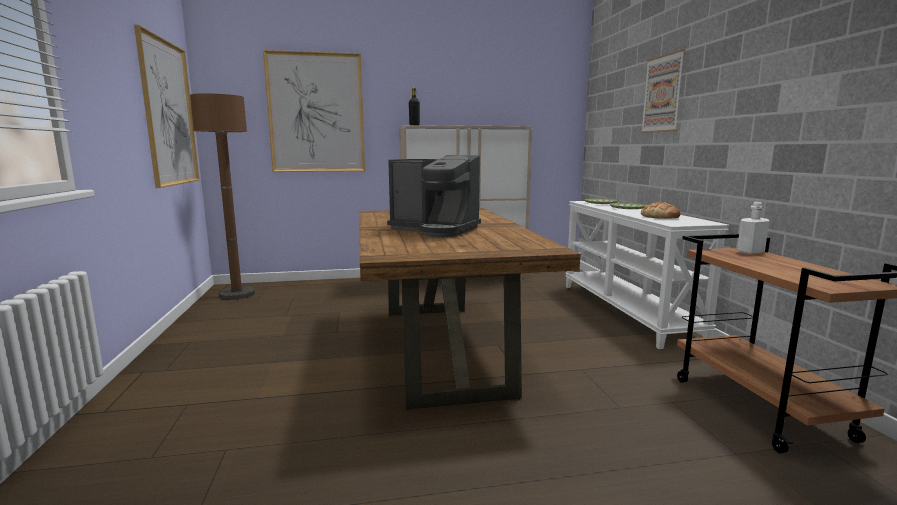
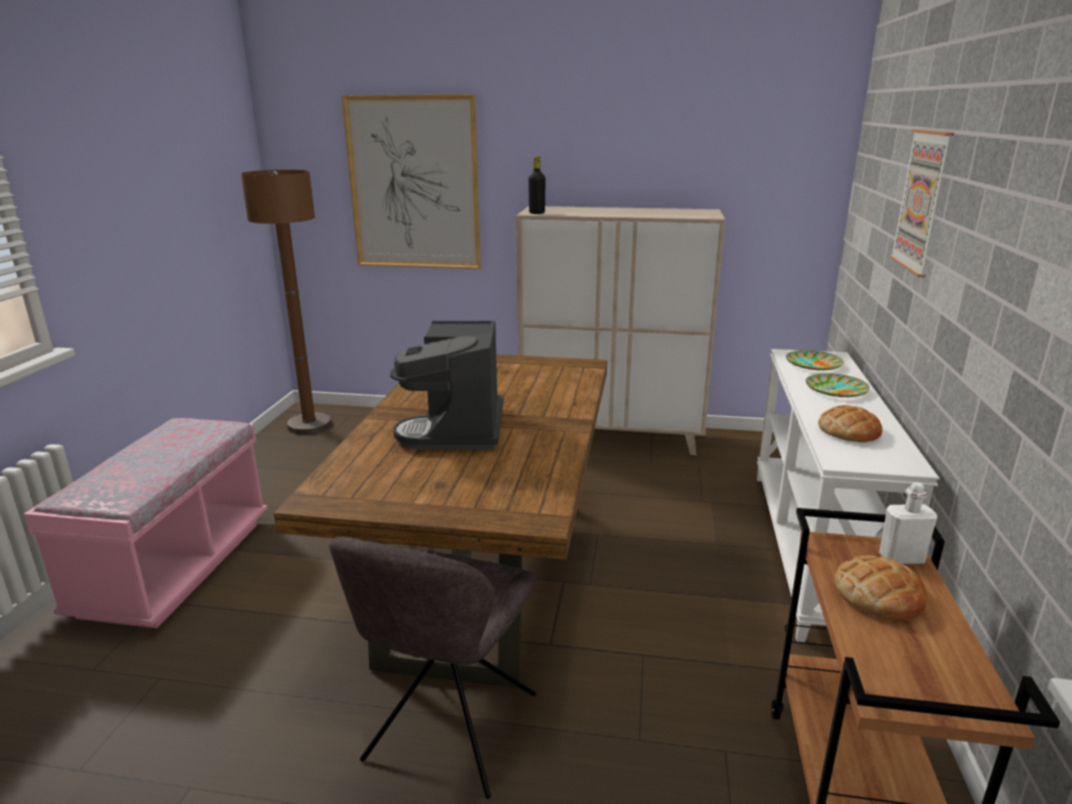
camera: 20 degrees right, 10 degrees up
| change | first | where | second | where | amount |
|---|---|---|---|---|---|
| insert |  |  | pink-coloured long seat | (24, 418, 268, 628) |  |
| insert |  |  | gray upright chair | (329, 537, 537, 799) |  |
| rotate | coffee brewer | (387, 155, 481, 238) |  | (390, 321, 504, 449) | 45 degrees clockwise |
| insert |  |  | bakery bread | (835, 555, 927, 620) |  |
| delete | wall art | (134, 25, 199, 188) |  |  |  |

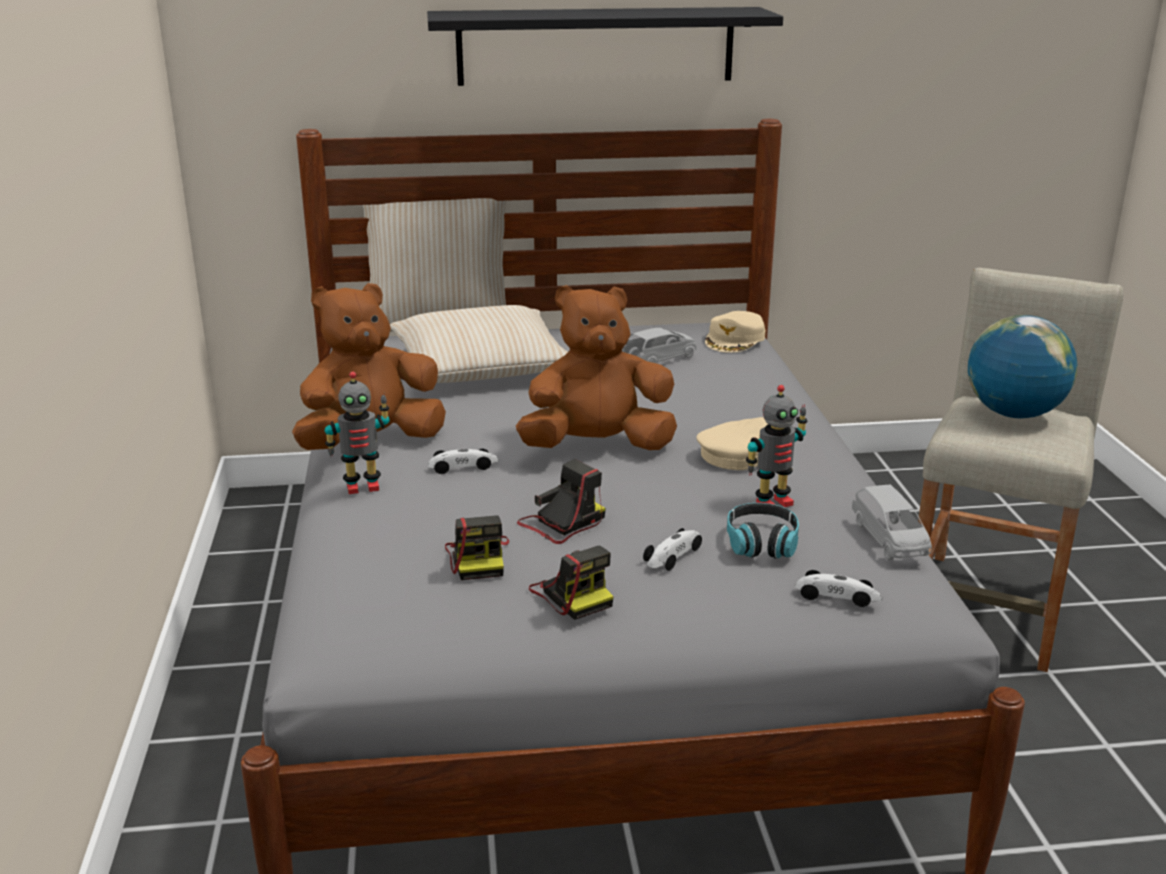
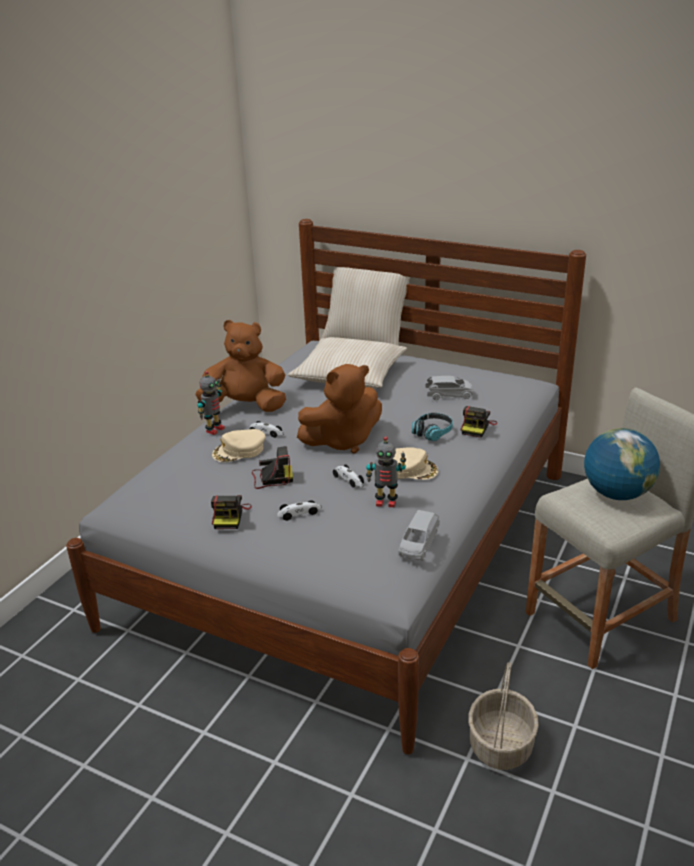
camera: 35 degrees right, 5 degrees up
| change | first | where | second | where | amount |
|---|---|---|---|---|---|
| rotate | model robot | (325, 372, 390, 494) |  | (198, 371, 225, 435) | 75 degrees counterclockwise |
| move | beige peaked cap | (705, 311, 765, 353) |  | (212, 429, 265, 462) |  |
| rotate | brown cuddly toy | (516, 285, 677, 450) |  | (297, 364, 382, 453) | 135 degrees clockwise |
| move | toy car | (795, 570, 882, 607) |  | (333, 464, 364, 488) |  |
| move | headset | (727, 503, 799, 559) |  | (412, 413, 453, 441) |  |
| move | photo camera | (445, 515, 509, 580) |  | (460, 406, 497, 438) |  |
| insert |  |  | household basket | (469, 662, 539, 770) |  |
| delete | blackish bracket shelf | (427, 7, 783, 86) |  |  |  |

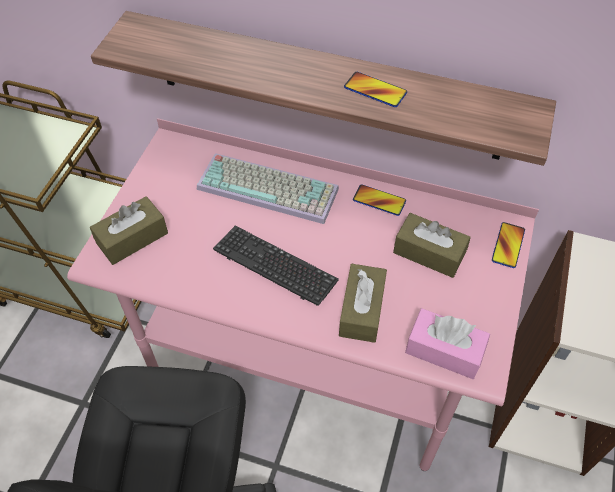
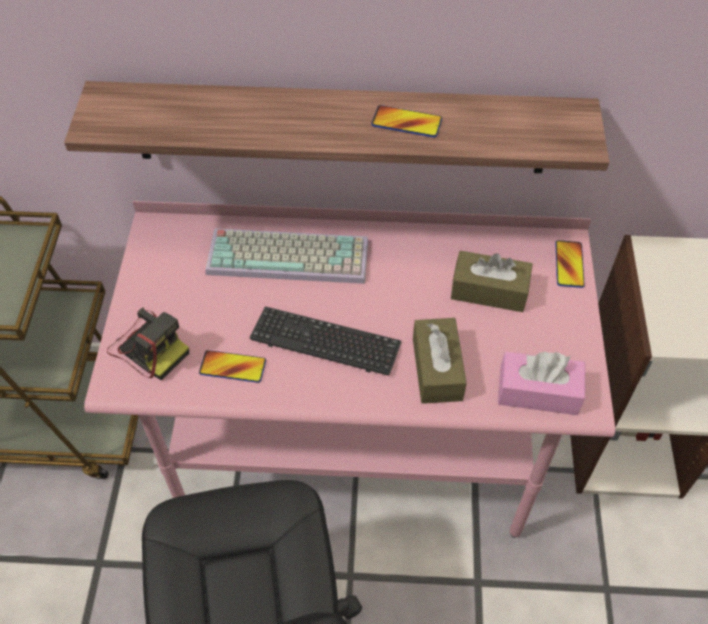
camera: 15 degrees left, 0 degrees up
| change | first | where | second | where | amount |
|---|---|---|---|---|---|
| replace | brown tissue holder | (90, 196, 168, 265) | photo camera | (107, 307, 189, 381) |  |
| move | phone | (353, 184, 406, 216) |  | (199, 350, 266, 383) |  |

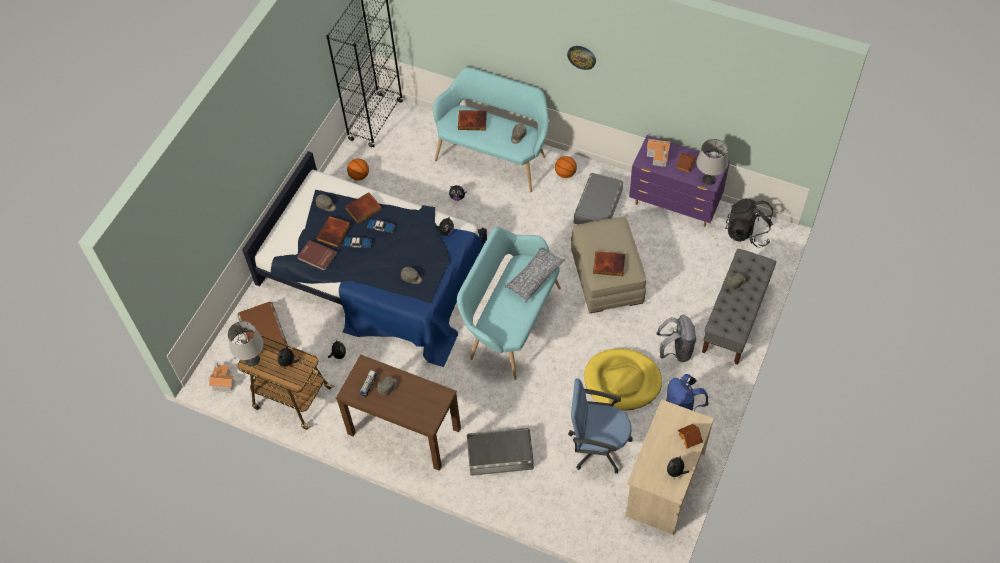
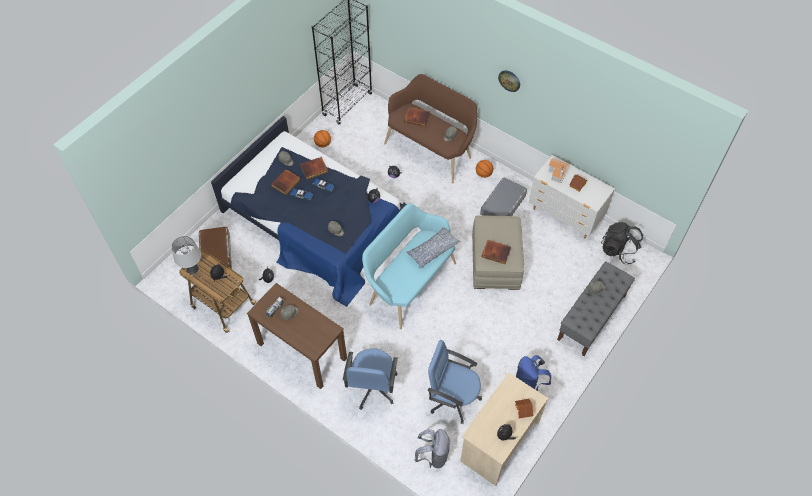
camera: 10 degrees right, 0 degrees up
| change | first | where | second | where | amount |
|---|---|---|---|---|---|
| replace | gray storage box | (467, 428, 534, 476) | blue office chair | (343, 348, 398, 410) |  |
| recolor | turquoise-coloured long seat | (433, 67, 548, 193) | brown long seat | (384, 74, 477, 183) |  |
| move | gray rucksack | (656, 315, 696, 362) |  | (415, 429, 450, 468) |  |
| recolor | purple dresser | (629, 135, 730, 227) | white dresser | (529, 155, 615, 239) |  |
| delete | miniature house | (209, 361, 236, 392) |  |  |  |
| delete | reddish book | (297, 240, 337, 271) |  |  |  |
| delete | yellow pet bed | (584, 348, 662, 410) |  |  |  |
| delete | gray table lamp | (697, 139, 728, 185) |  |  |  |

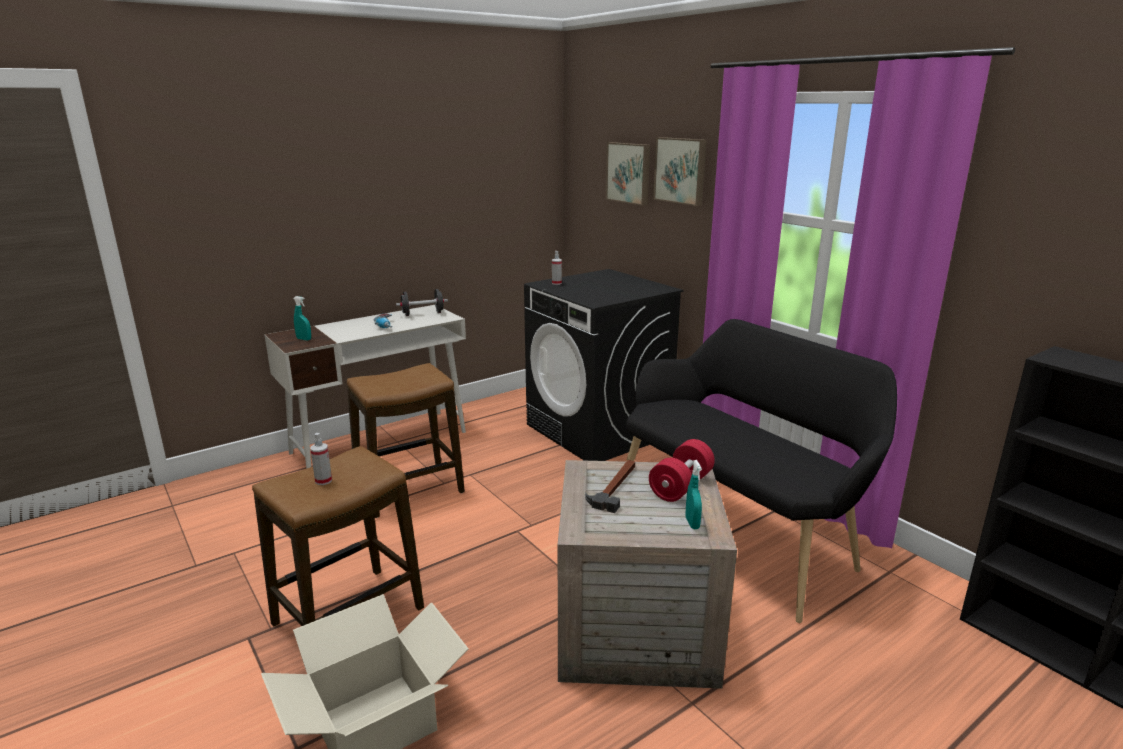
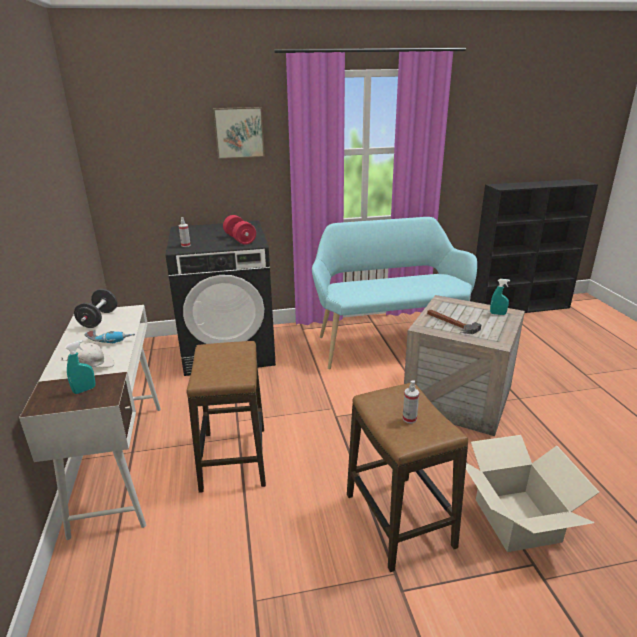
camera: 65 degrees left, 5 degrees up
| change | first | where | second | where | amount |
|---|---|---|---|---|---|
| insert |  |  | white peaked cap | (61, 343, 114, 368) |  |
| move | reddish hand weight | (649, 439, 715, 502) |  | (223, 215, 256, 245) |  |
| recolor | blackish long seat | (626, 319, 897, 623) | turquoise-coloured long seat | (312, 217, 477, 369) |  |
| delete | wall art | (605, 142, 650, 206) |  |  |  |

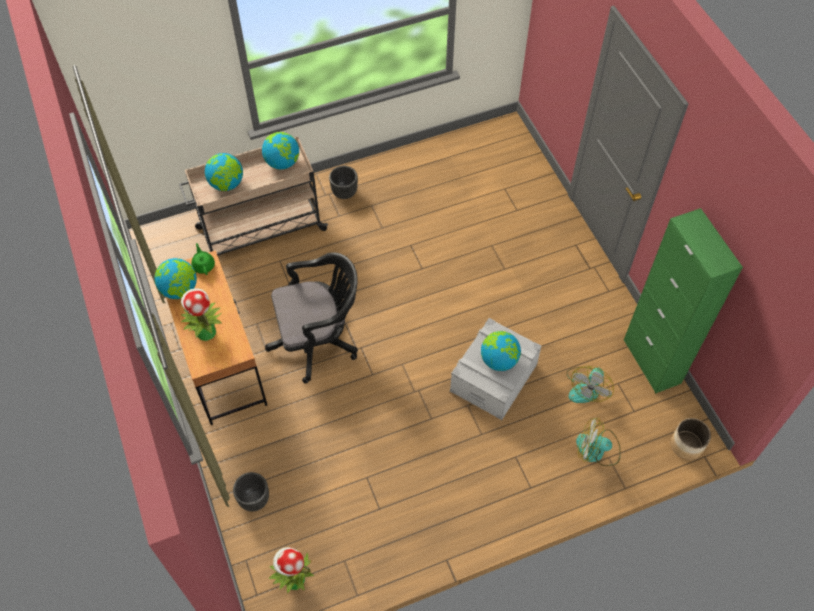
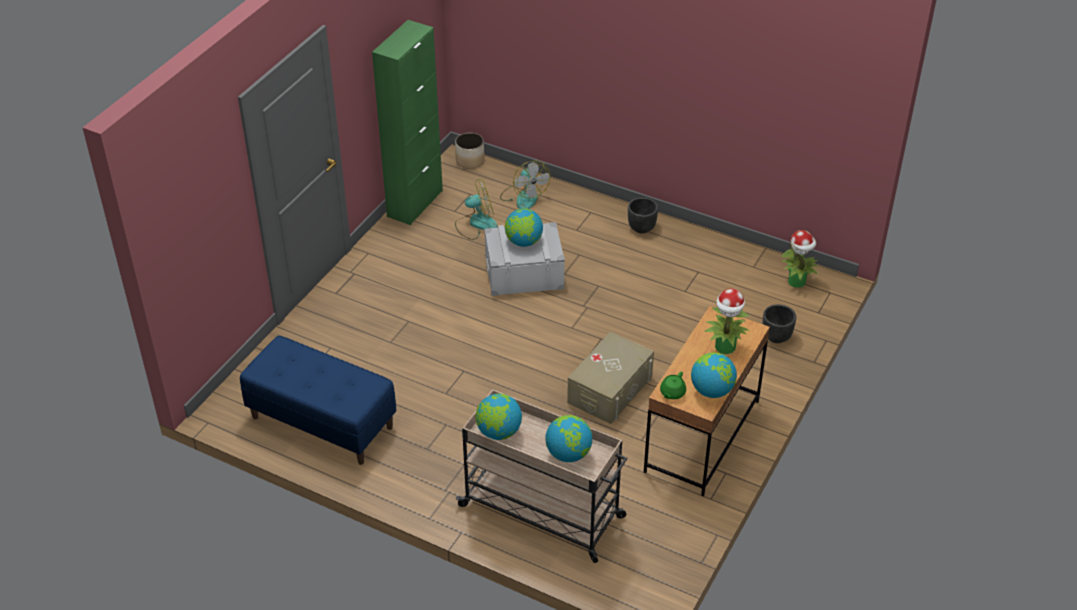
camera: 130 degrees left, 15 degrees down
| change | first | where | second | where | amount |
|---|---|---|---|---|---|
| insert |  |  | blue long seat | (240, 335, 396, 465) |  |
| replace | blackish office chair | (265, 252, 358, 383) | beige storage box | (567, 331, 654, 424) |  |
| move | blackish flower pot | (329, 166, 358, 199) |  | (628, 197, 658, 233) |  |

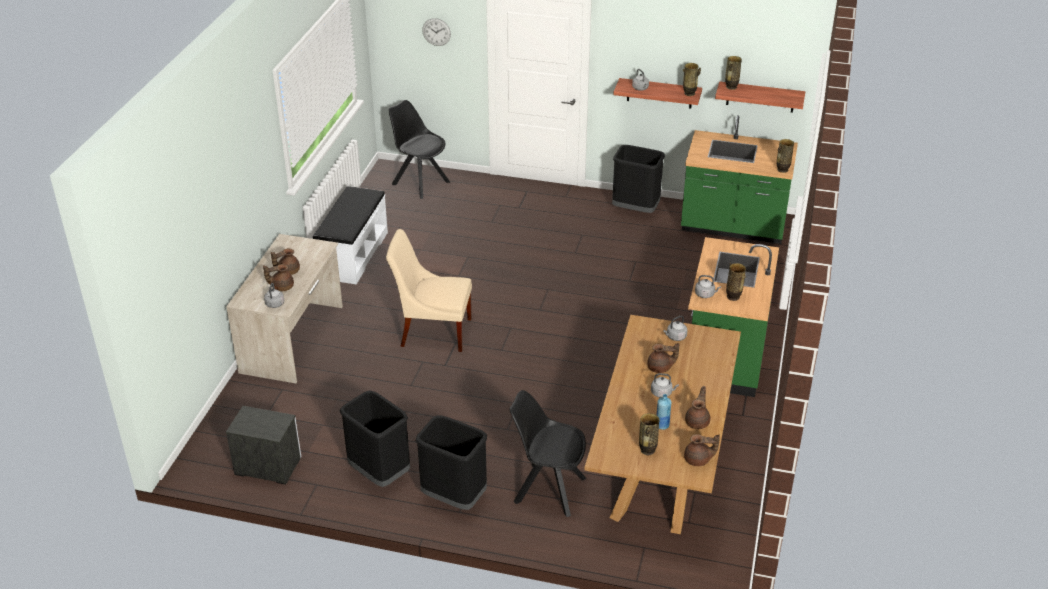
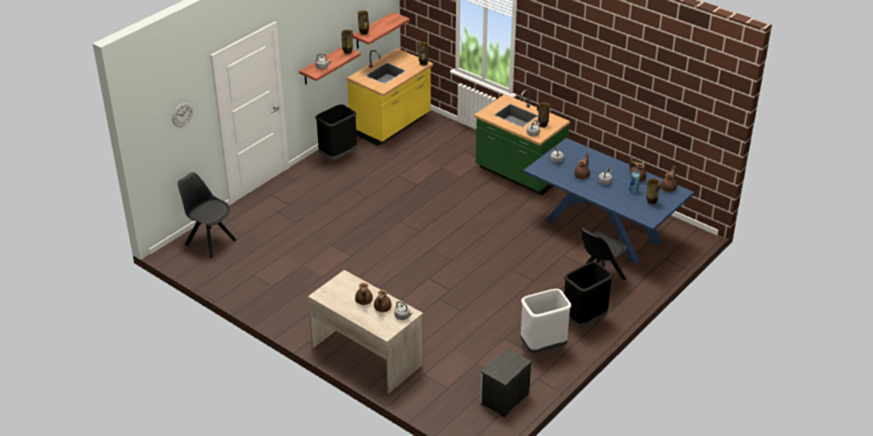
camera: 65 degrees left, 0 degrees up
| change | first | where | second | where | amount |
|---|---|---|---|---|---|
| rotate | blackish upright chair | (389, 100, 450, 199) |  | (178, 172, 236, 258) | 60 degrees clockwise |
| recolor | green-coloured kitchen base unit | (681, 115, 798, 244) | yellow kitchen base unit | (347, 48, 433, 146) |  |
| recolor | blackish trash can | (340, 390, 410, 487) | white trash can | (521, 289, 571, 354) |  |
| recolor | brown dinner table | (584, 315, 741, 534) | blue dinner table | (523, 138, 694, 264) |  |
| delete | white long seat | (313, 186, 388, 285) |  |  |  |
| delete | beige upright chair | (386, 229, 472, 352) |  |  |  |

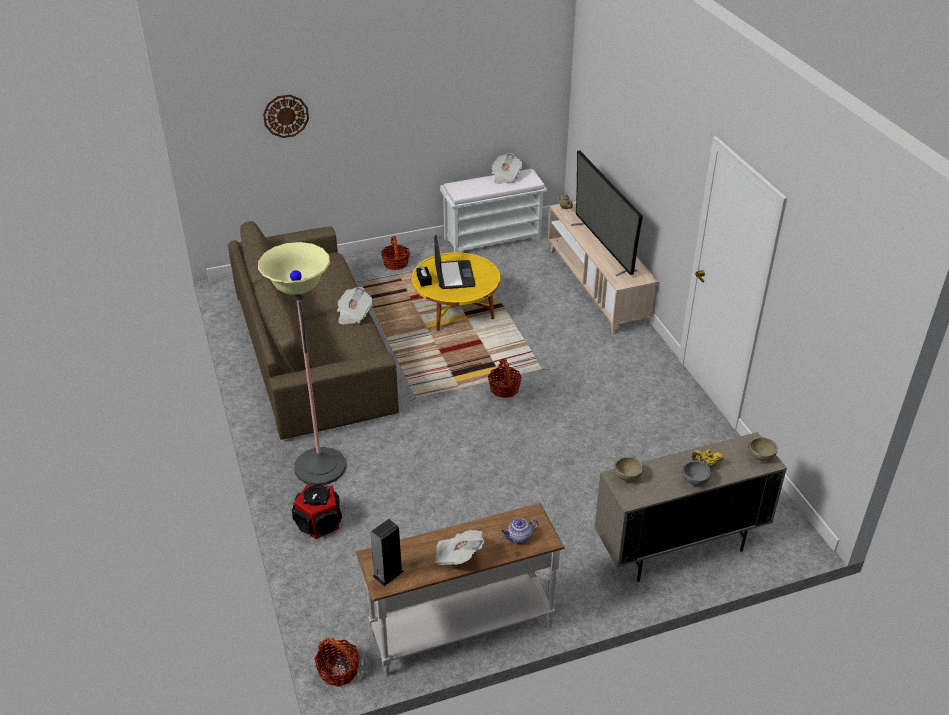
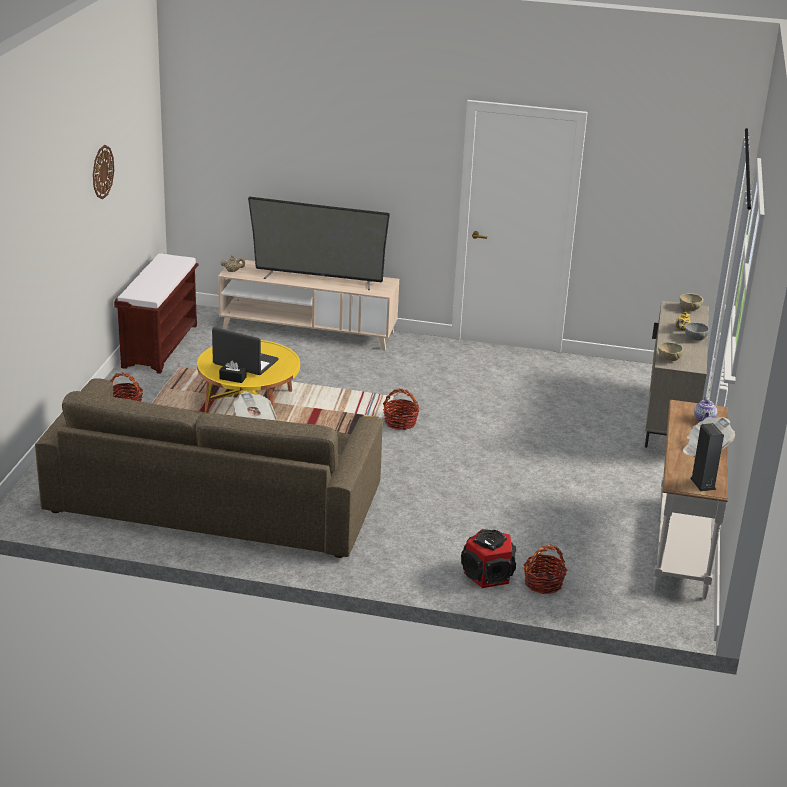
camera: 60 degrees left, 10 degrees down
| change | first | where | second | where | amount |
|---|---|---|---|---|---|
| move | hanging clock | (263, 95, 309, 138) |  | (93, 145, 114, 199) |  |
| recolor | white long seat | (440, 168, 548, 253) | brown long seat | (114, 253, 199, 374) |  |
| move | household basket | (314, 638, 360, 687) |  | (523, 544, 567, 594) |  |
| delete | standing lamp | (258, 242, 346, 485) |  |  |  |
| delete | printed paper | (491, 153, 523, 184) |  |  |  |

